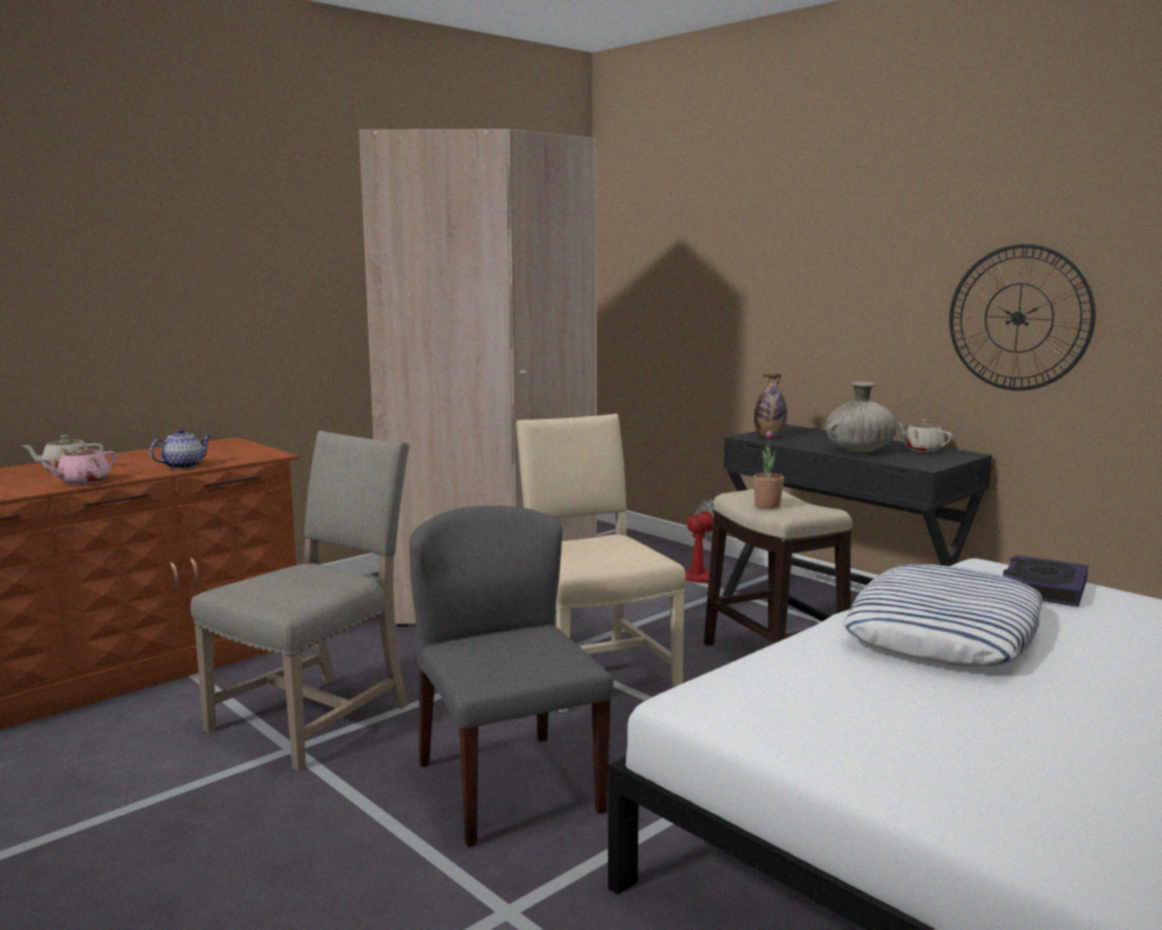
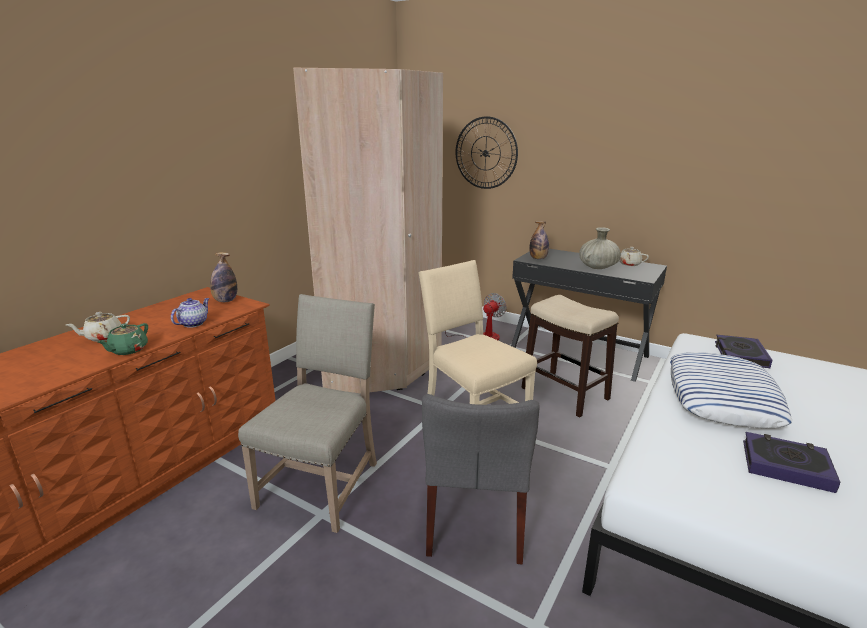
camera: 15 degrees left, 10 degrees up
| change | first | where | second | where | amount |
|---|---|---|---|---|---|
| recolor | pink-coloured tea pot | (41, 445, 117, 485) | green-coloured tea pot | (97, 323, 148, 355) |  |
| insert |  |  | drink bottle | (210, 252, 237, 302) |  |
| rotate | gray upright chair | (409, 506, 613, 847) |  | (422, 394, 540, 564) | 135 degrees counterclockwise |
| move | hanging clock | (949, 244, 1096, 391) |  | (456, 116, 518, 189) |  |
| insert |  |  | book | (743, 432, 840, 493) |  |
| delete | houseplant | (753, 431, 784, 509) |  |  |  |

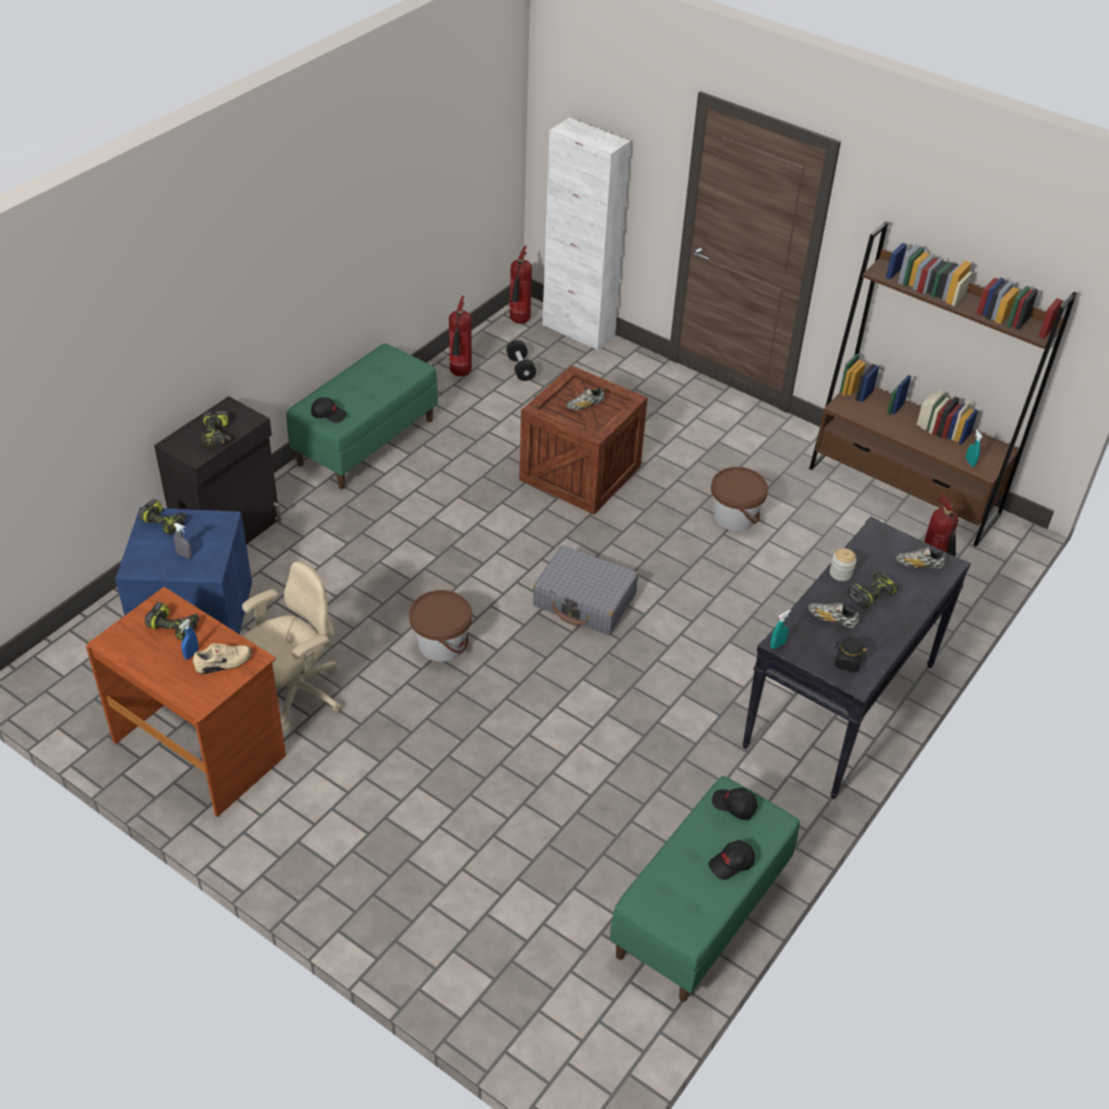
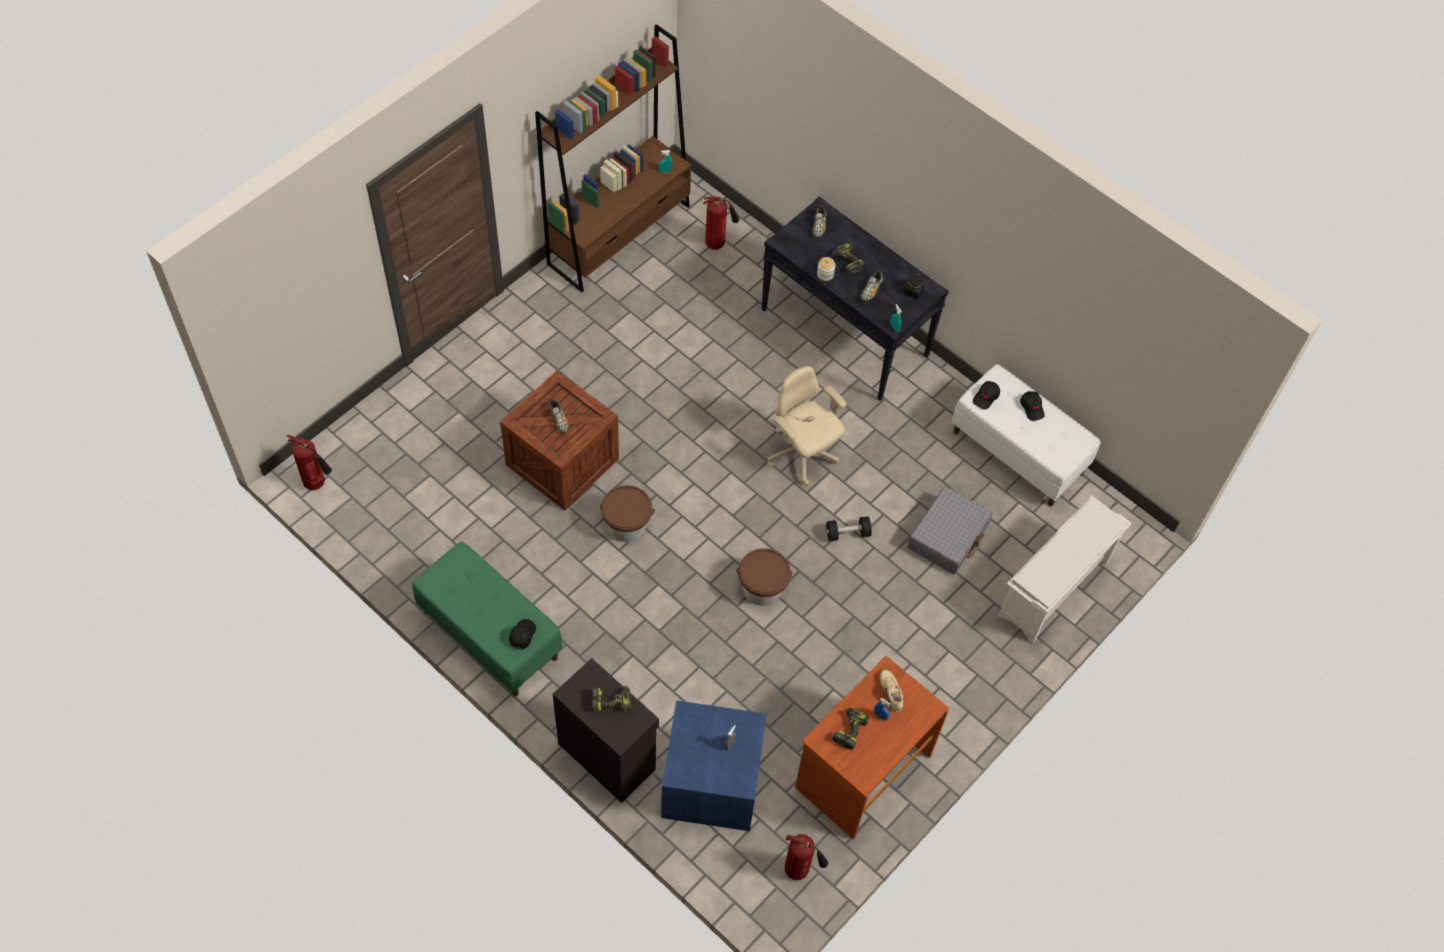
camera: 85 degrees left, 15 degrees up
| change | first | where | second | where | amount |
|---|---|---|---|---|---|
| move | brown bucket | (711, 467, 768, 531) |  | (600, 485, 655, 542) |  |
| move | beige office chair | (242, 561, 342, 731) |  | (767, 366, 846, 486) |  |
| move | extinguisher | (449, 296, 472, 376) |  | (785, 834, 828, 880) |  |
| move | blackish hand weight | (506, 340, 536, 381) |  | (826, 516, 872, 541) |  |
| move | gray suitcase | (533, 545, 638, 635) |  | (908, 486, 992, 575) |  |
| recolor | green-coloured long seat | (610, 776, 800, 1002) | white long seat | (952, 364, 1101, 506) |  |
| insert |  |  | white shoe shelf | (998, 496, 1131, 644) |  |
| delete | electric drill | (138, 499, 187, 535) |  |  |  |
| delete | white storage cabinet | (542, 117, 631, 351) |  |  |  |

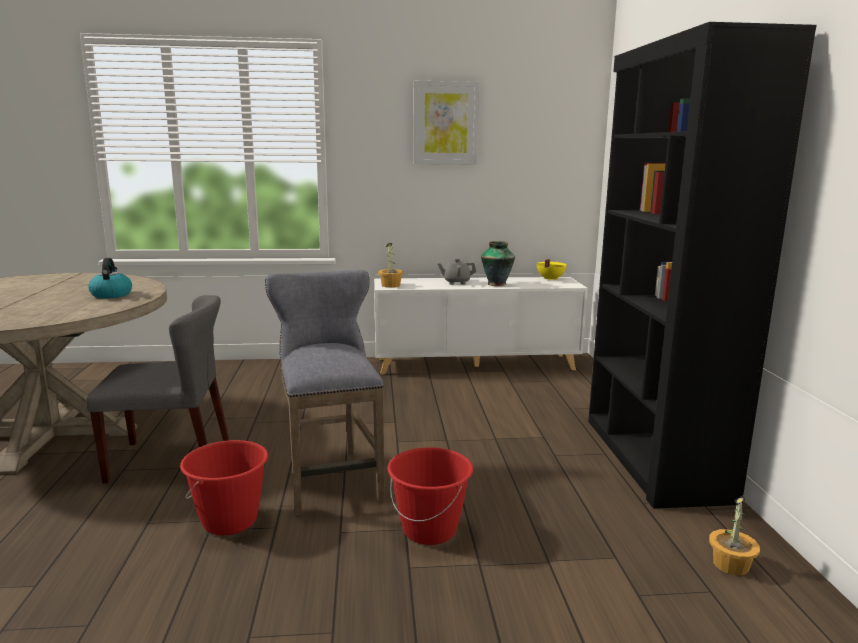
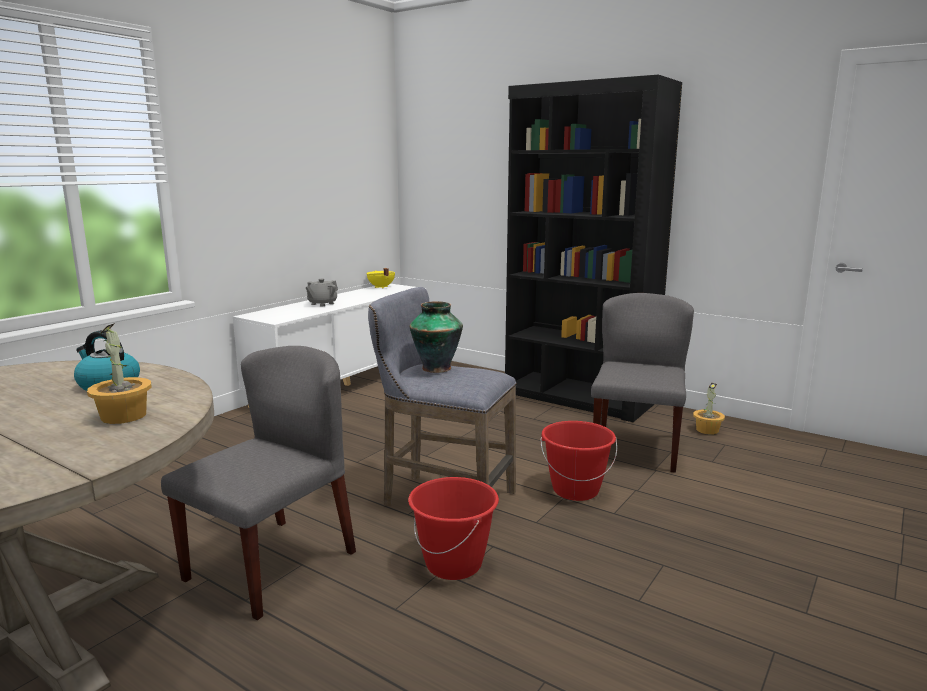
camera: 50 degrees left, 0 degrees up
| change | first | where | second | where | amount |
|---|---|---|---|---|---|
| move | houseplant | (378, 243, 404, 288) |  | (87, 323, 152, 424) |  |
| move | decorative vase | (481, 241, 515, 286) |  | (410, 301, 463, 373) |  |
| insert |  |  | gray upright chair | (591, 293, 694, 473) |  |
| delete | wall art | (413, 81, 479, 164) |  |  |  |

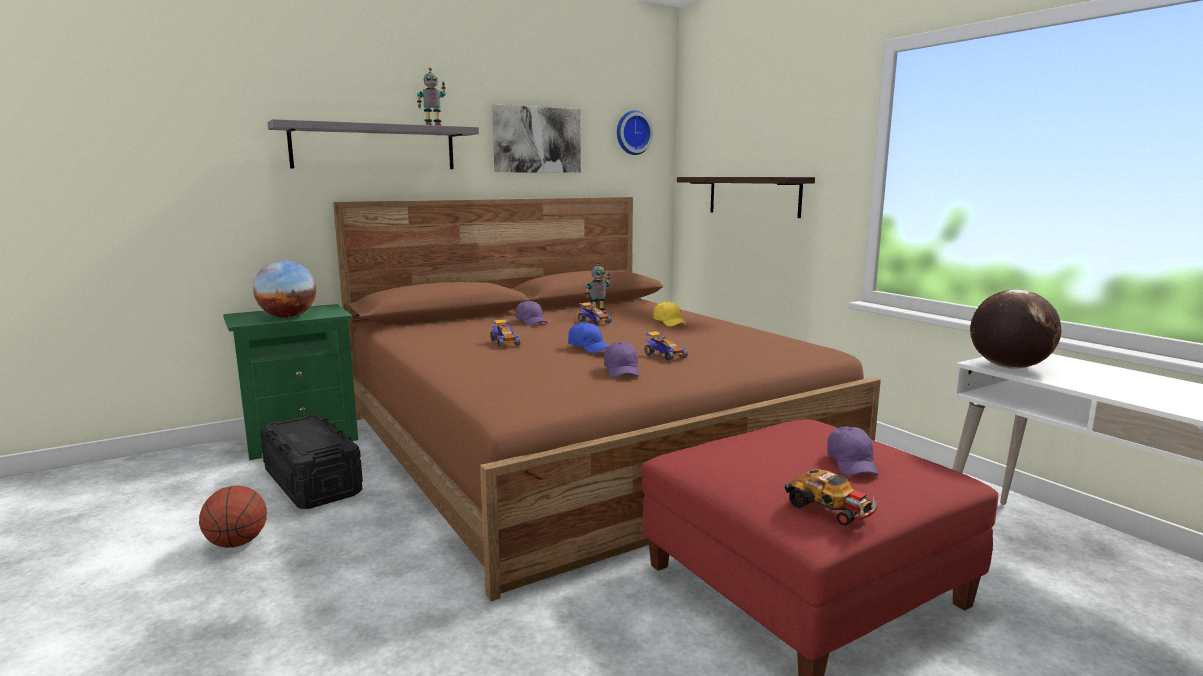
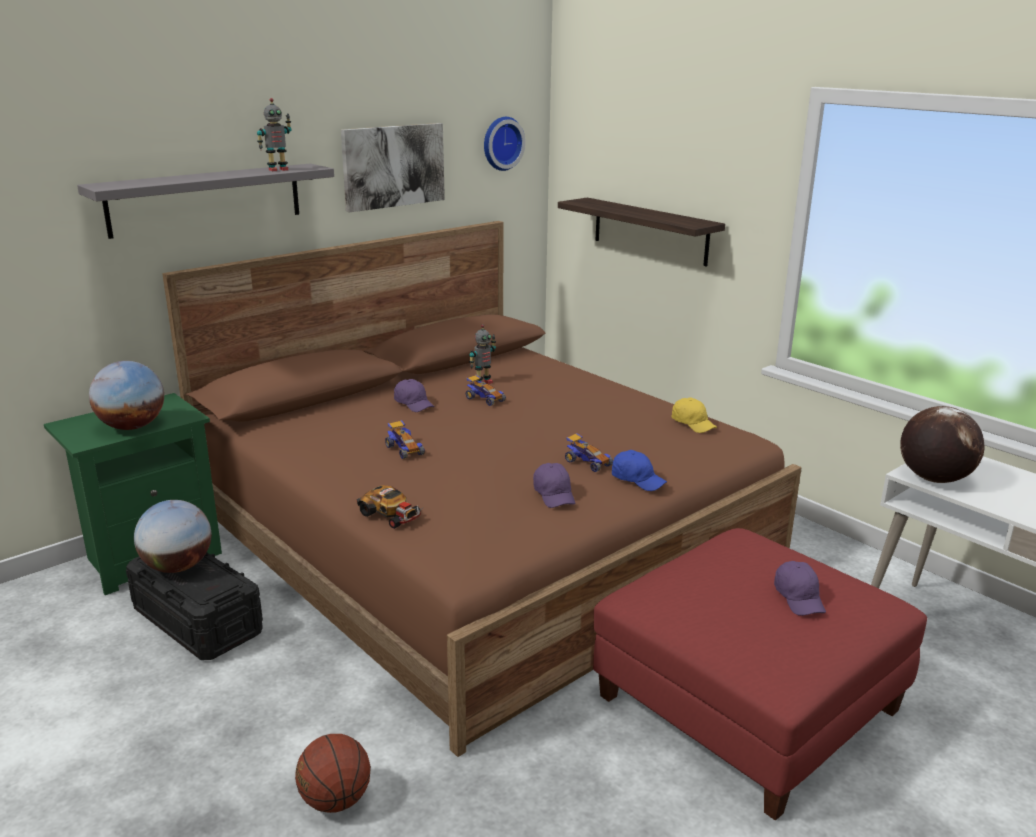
camera: 10 degrees left, 10 degrees up
| change | first | where | second | where | amount |
|---|---|---|---|---|---|
| insert |  |  | globe | (134, 500, 211, 573) |  |
| move | basketball | (199, 486, 267, 548) |  | (295, 734, 371, 813) |  |
| move | toy car | (785, 469, 880, 526) |  | (357, 485, 422, 529) |  |
| move | blue peaked cap | (568, 322, 609, 353) |  | (612, 450, 667, 491) |  |
| move | yellow peaked cap | (653, 301, 687, 327) |  | (671, 397, 717, 433) |  |

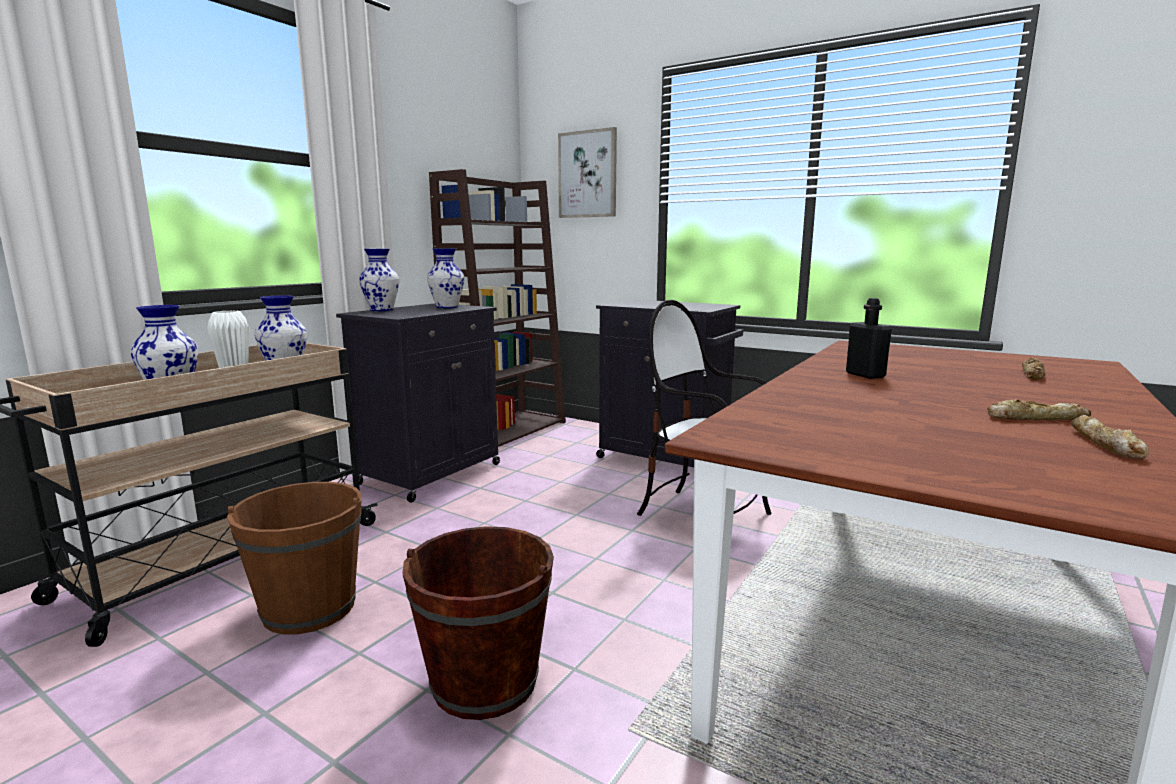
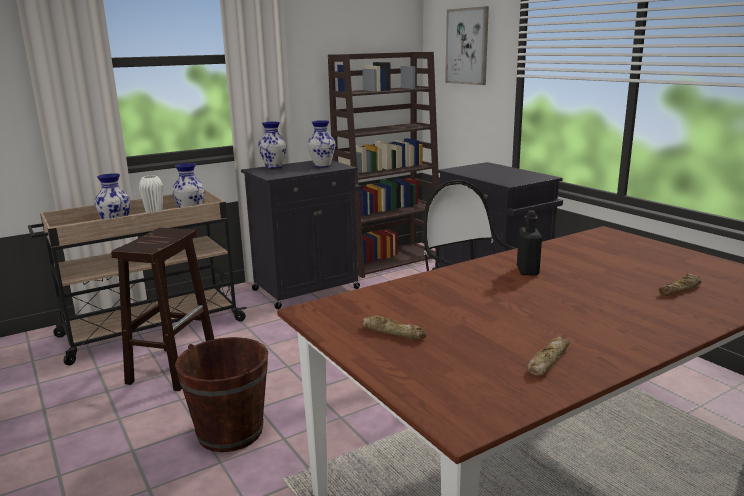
camera: 25 degrees right, 5 degrees up
| change | first | where | second | where | amount |
|---|---|---|---|---|---|
| replace | brown bucket | (227, 482, 362, 635) | brown stool | (111, 228, 214, 391) |  |
| move | bakery bread | (987, 400, 1091, 420) |  | (363, 315, 427, 340) |  |

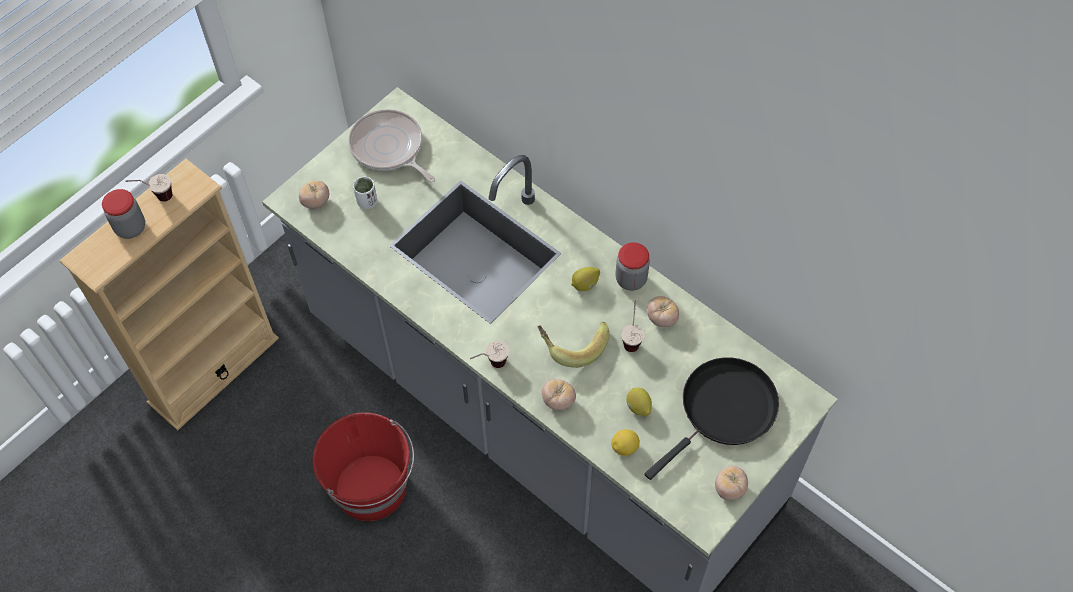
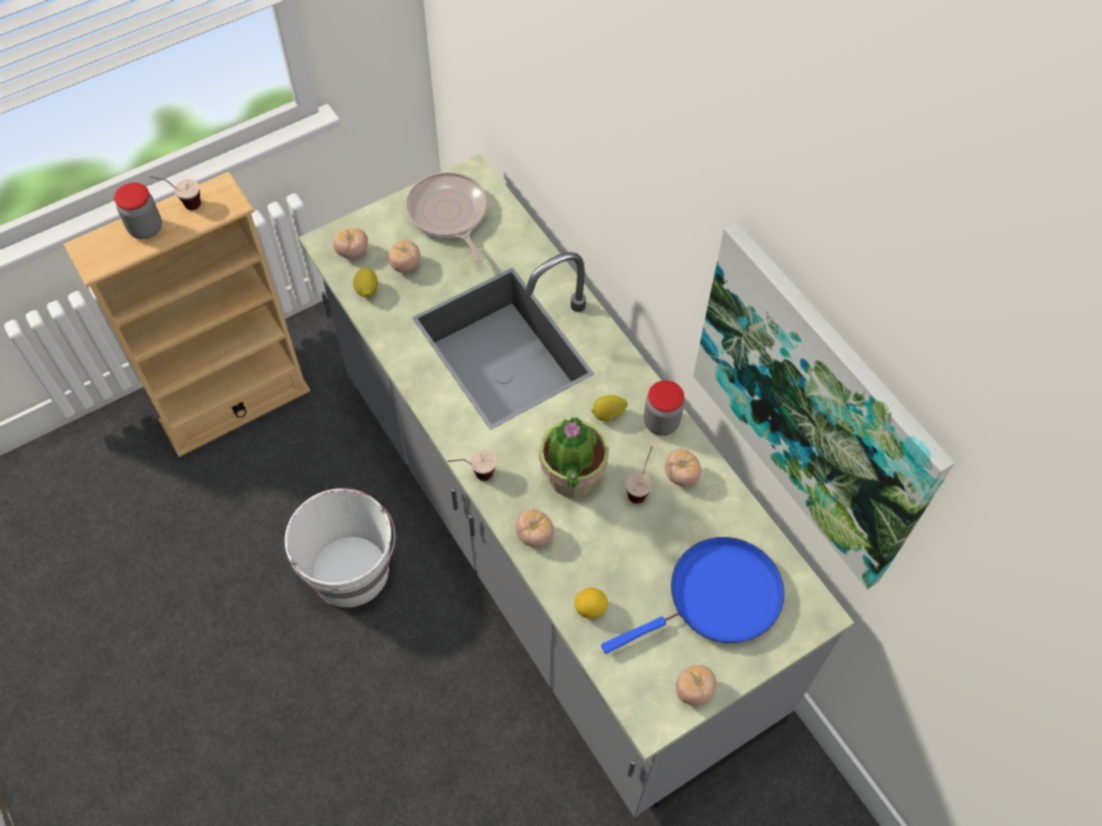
camera: 15 degrees right, 0 degrees up
| change | first | where | second | where | amount |
|---|---|---|---|---|---|
| recolor | reddish bucket | (312, 413, 414, 521) | white bucket | (285, 488, 395, 607) |  |
| move | citrus fruit | (626, 388, 652, 416) |  | (353, 269, 378, 298) |  |
| replace | white drinking cup | (353, 176, 377, 209) | whole tomato | (388, 240, 420, 273) |  |
| replace | banana | (537, 322, 610, 368) | houseplant | (539, 417, 609, 498) |  |
| recolor | blackish skillet | (644, 357, 779, 480) | blue skillet | (601, 537, 784, 654) |  |
| insert |  |  | wall art | (693, 222, 955, 590) |  |

